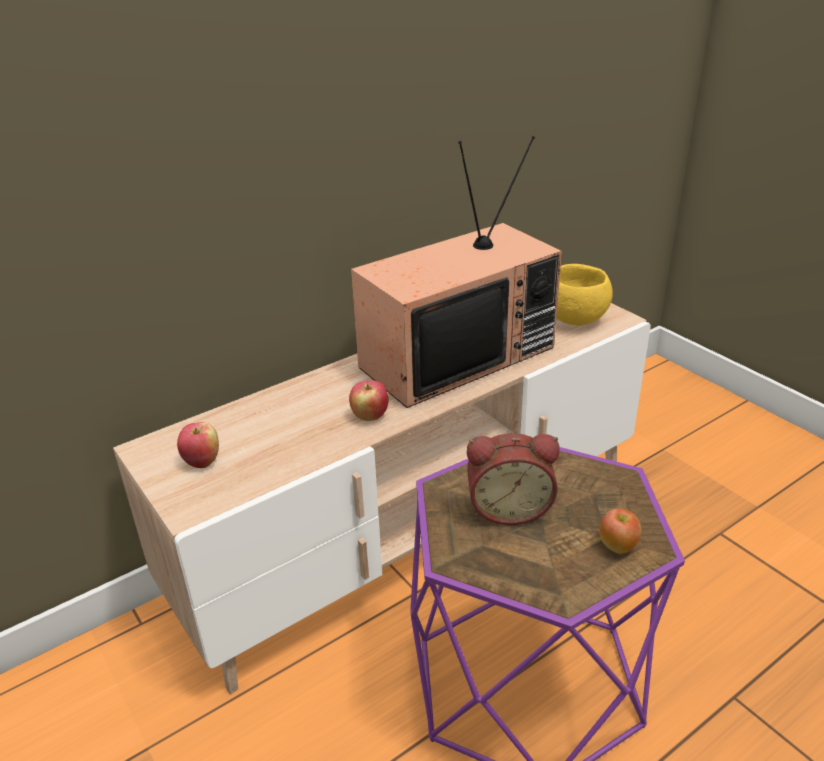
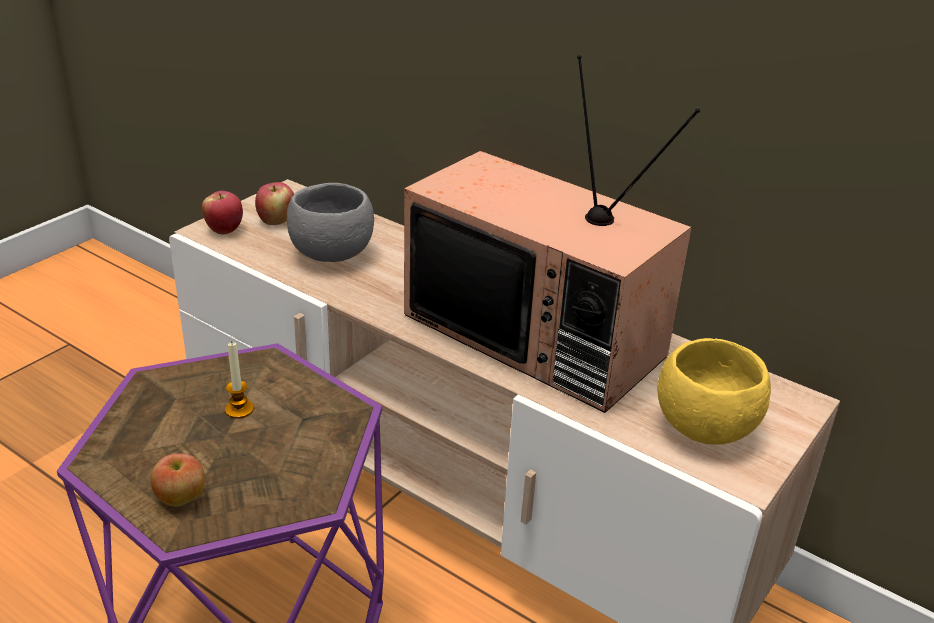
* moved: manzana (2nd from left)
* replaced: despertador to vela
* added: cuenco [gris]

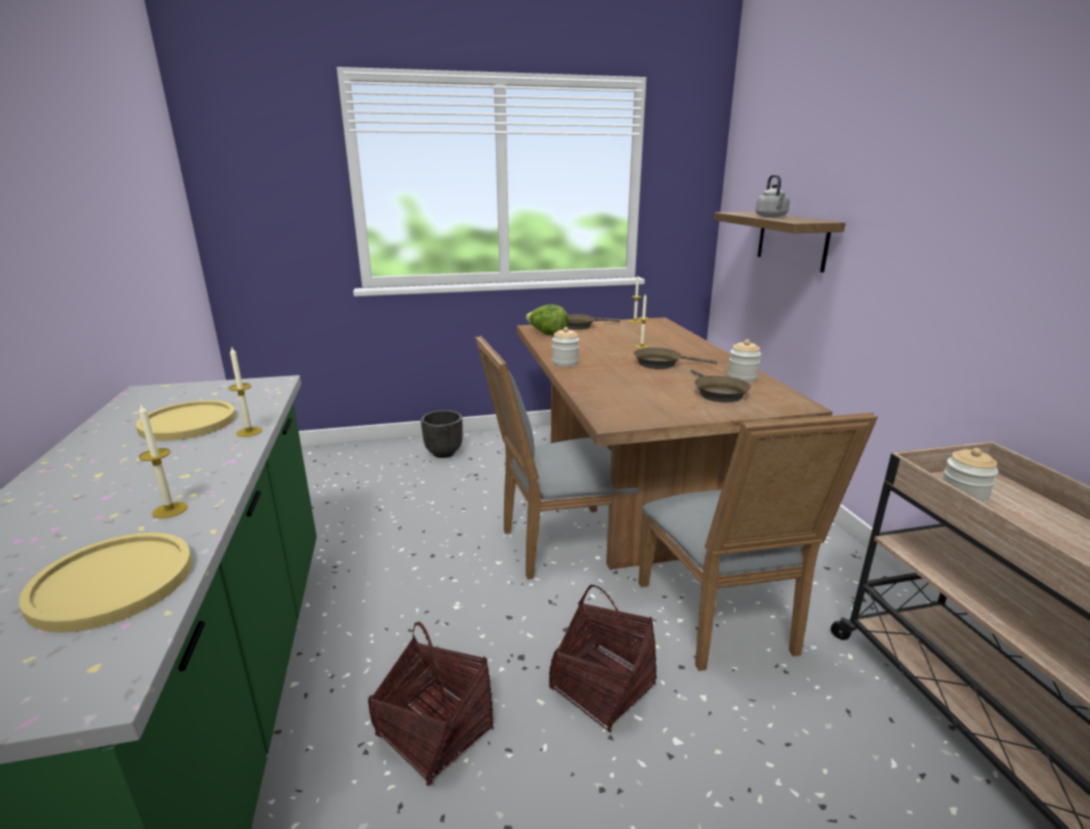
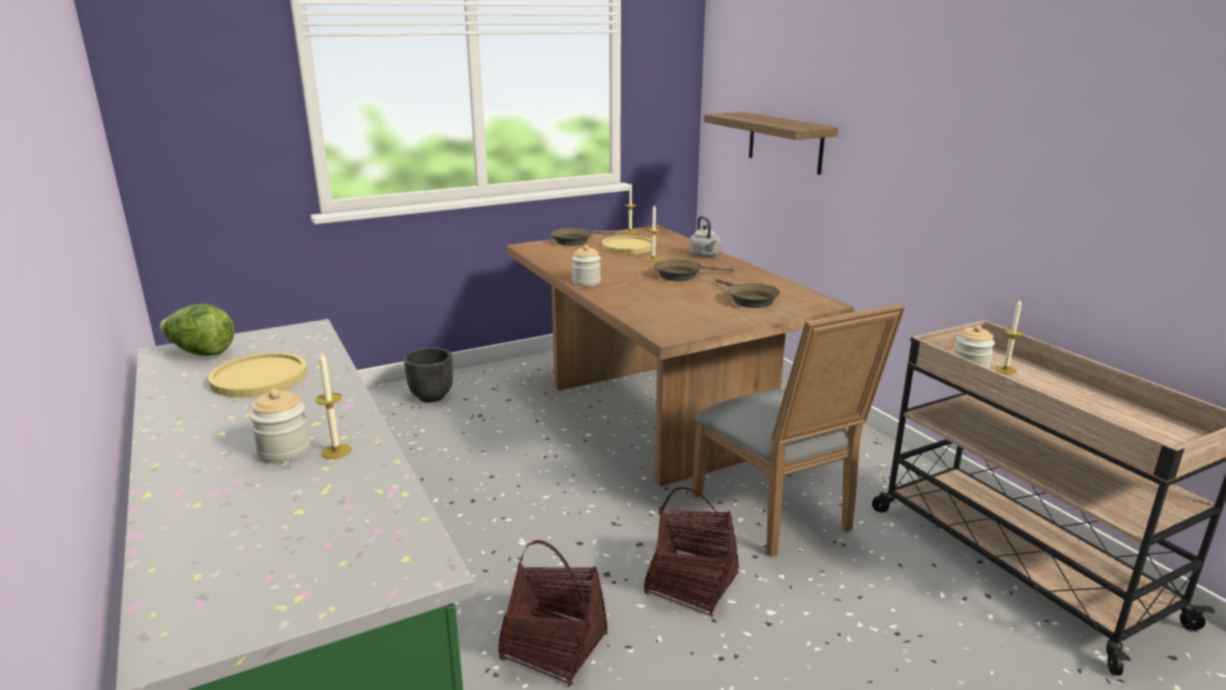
* moved: lechuga
* moved: tarro (2nd from left in the first image) to tarro (1st from left)
* moved: plato [amarillo] (1st from left in the first image) to plato [amarillo] (2nd from left)
* moved: hervidor [gris]
* moved: vela (2nd from left in the first image) to vela (4th from left)
* removed: silla [gris] (1st from left)

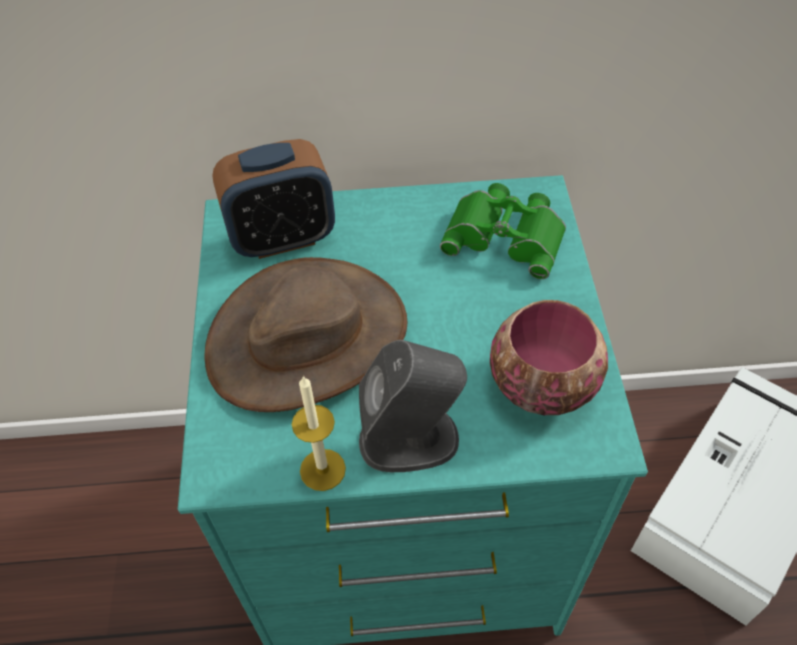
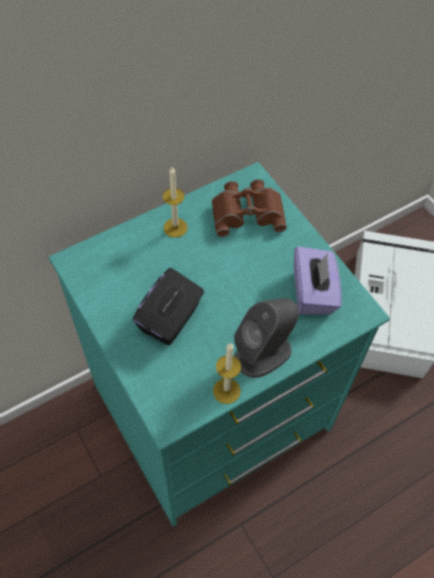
* replaced: sombrero [marrón] to caja de pañuelos [negro]
* added: vela (1st from left)
* recoloured: prismáticos [verde] to prismáticos [marrón]
* replaced: cuenco to caja de pañuelos [morado]
* removed: despertador

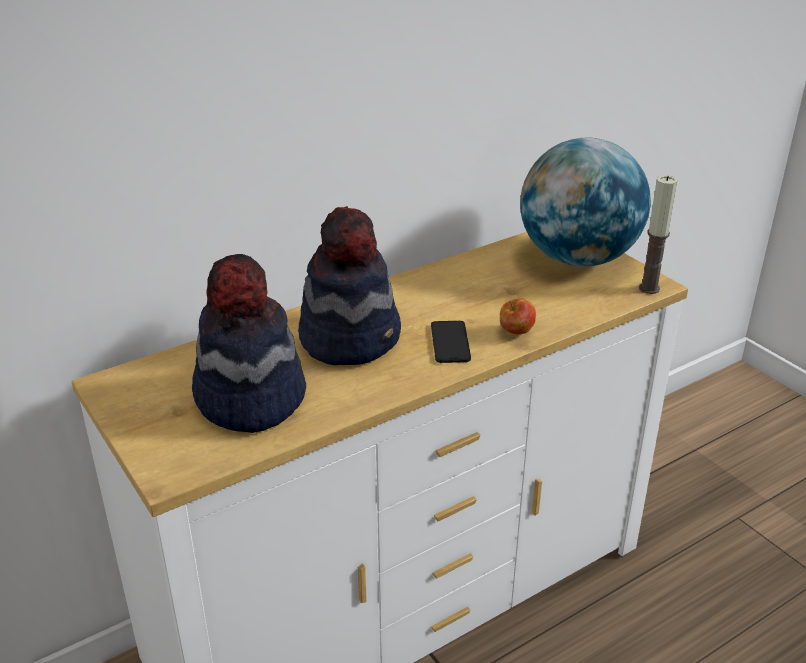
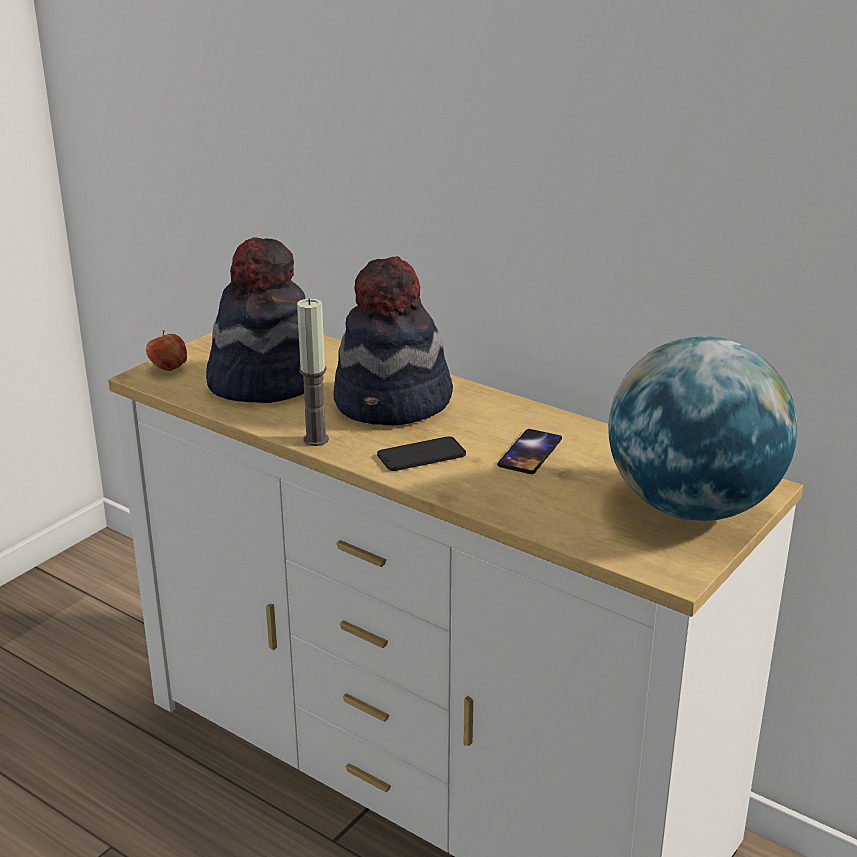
* moved: manzana
* moved: vela
* added: móvil (2nd from left)

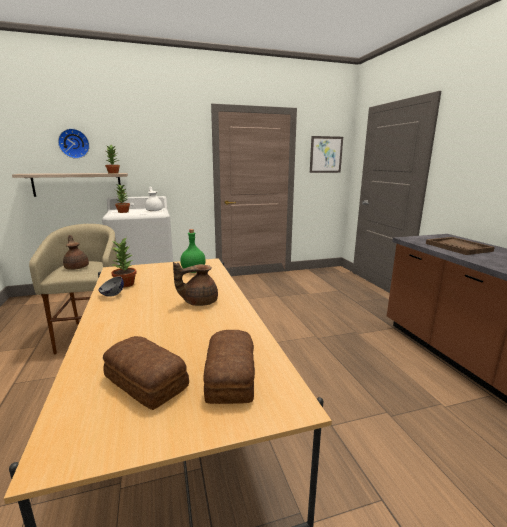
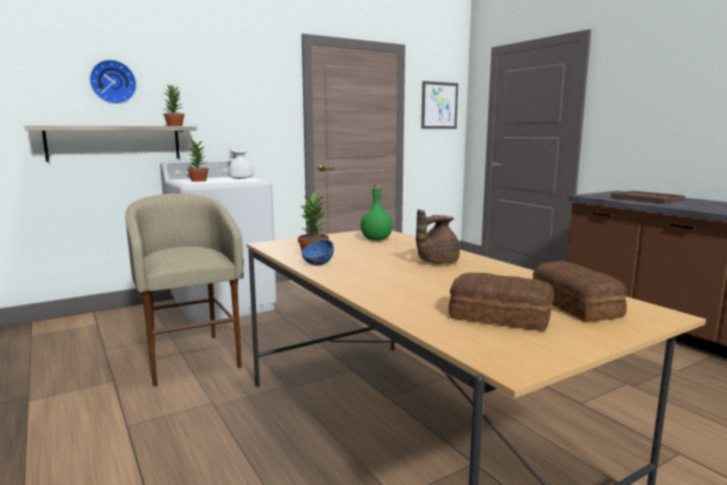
* recoloured: cuenco [gris] to cuenco [azul]
* removed: tetera [marrón] (1st from left)

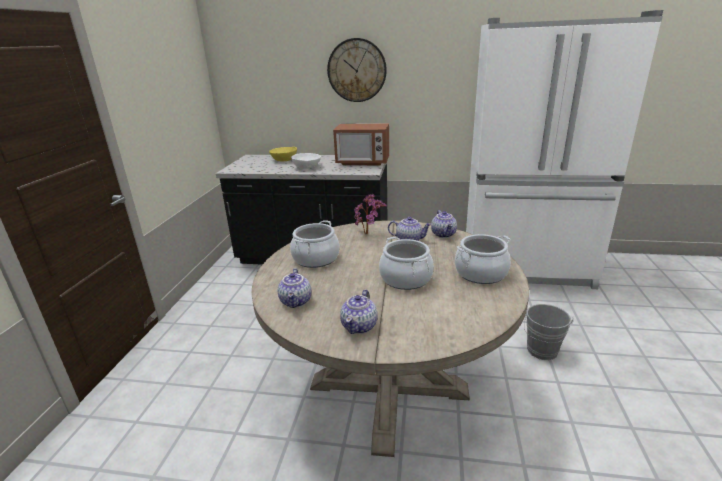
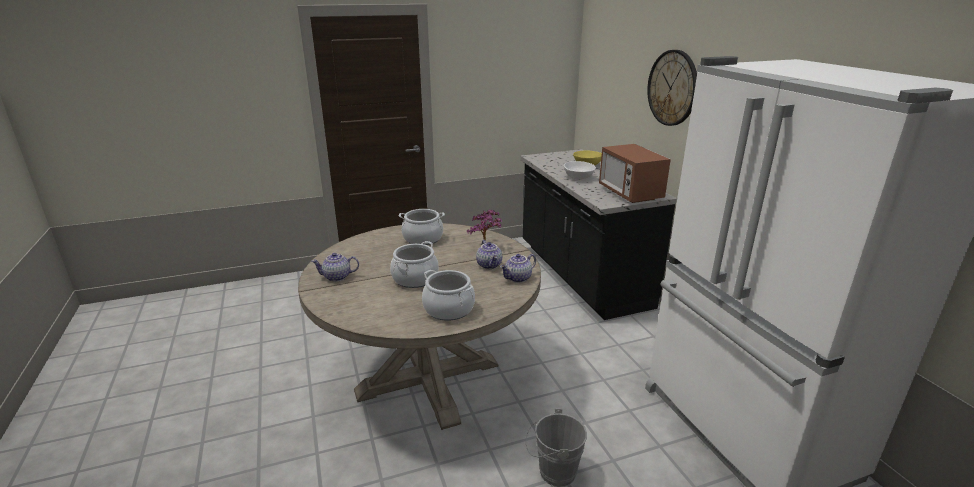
* removed: tetera (1st from left)

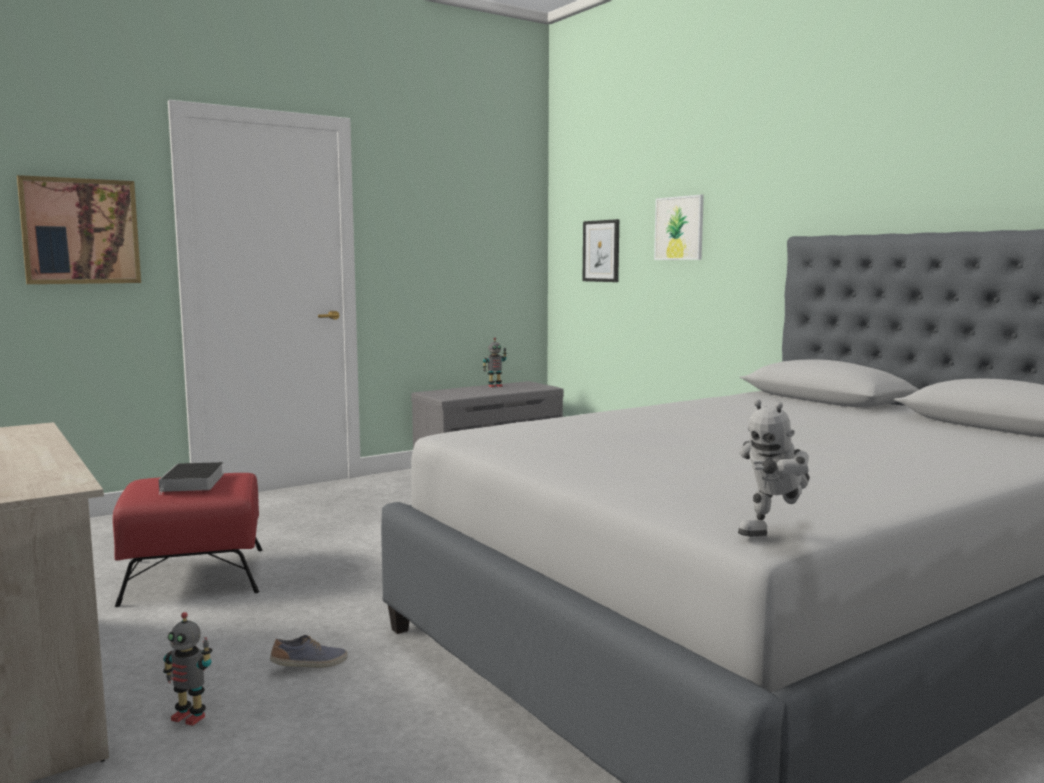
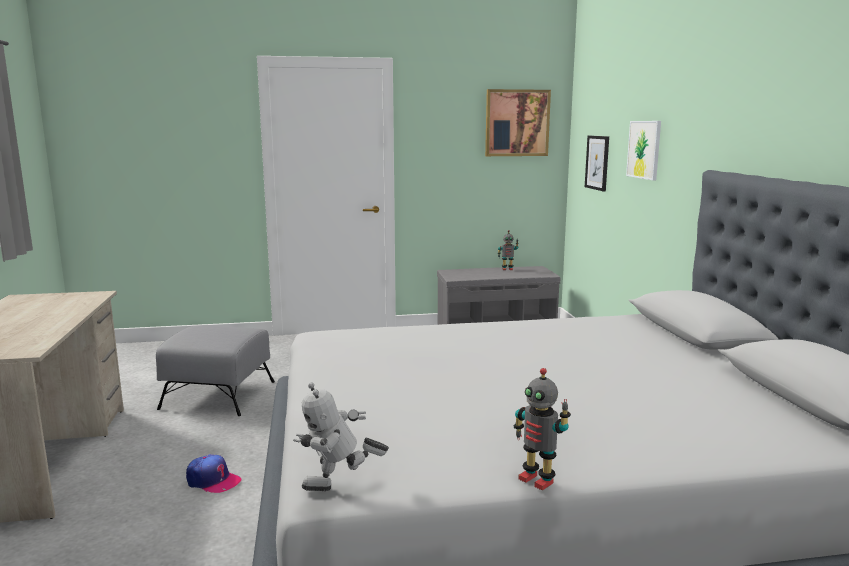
* recoloured: puf [rojo] to puf [gris]
* replaced: zapato to gorra
* moved: cuadro (1st from left)
* moved: robot de juguete (1st from left in the first image) to robot de juguete (3rd from left)
* removed: libro

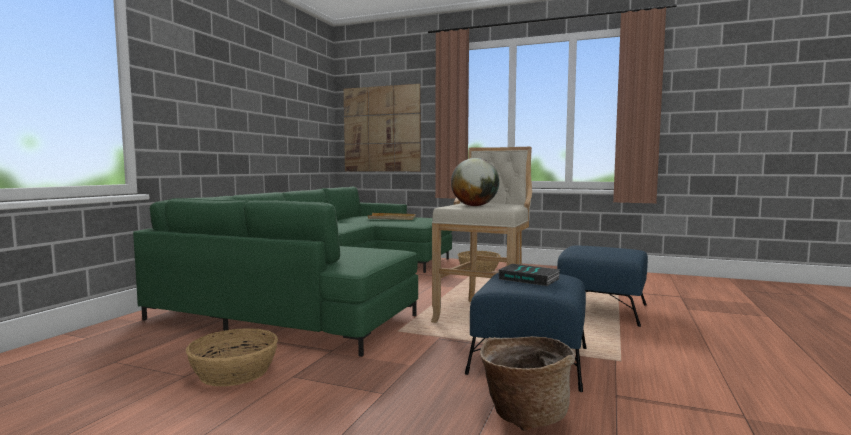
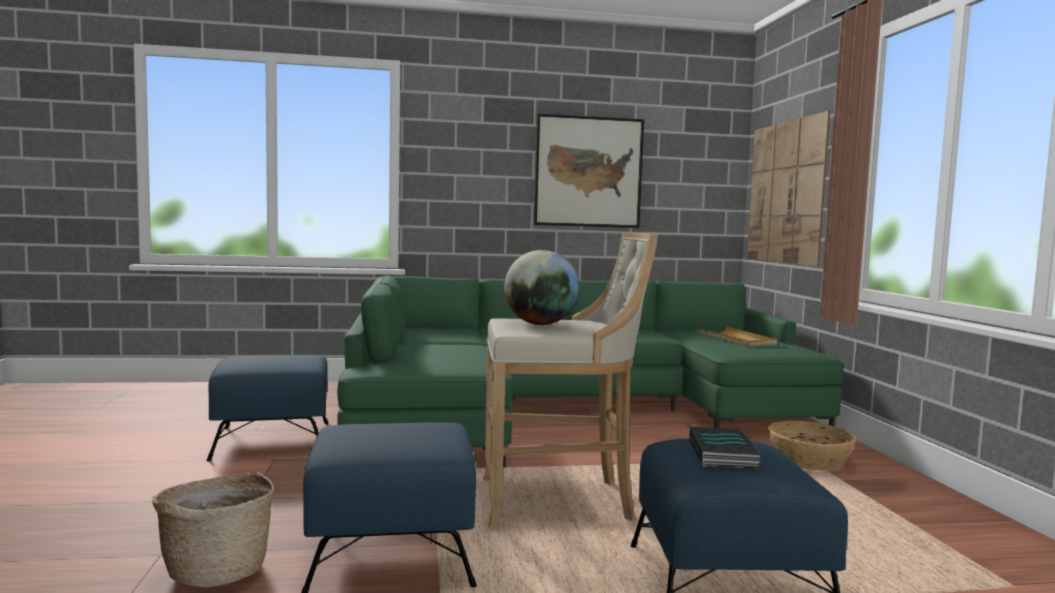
* replaced: cesta (1st from left) to puf [azul] (1st from left)
* added: cuadro (1st from left)
* moved: libro

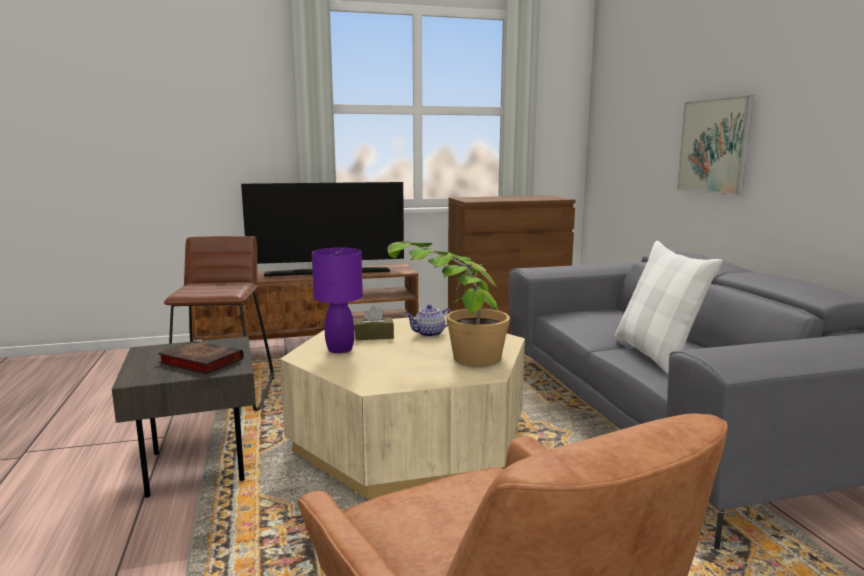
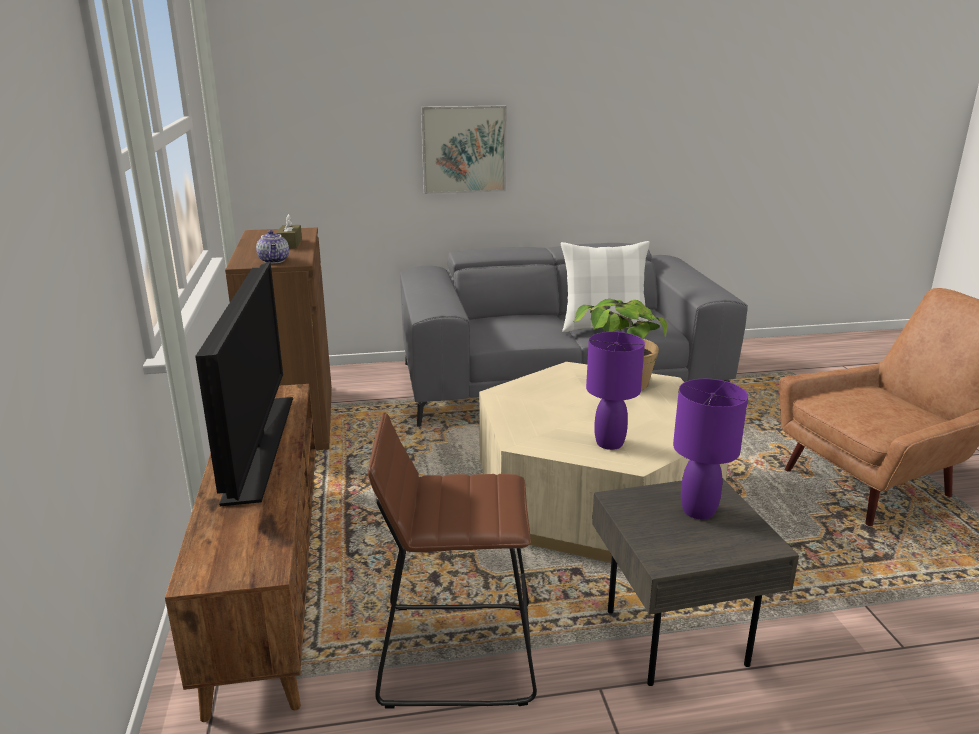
* moved: tetera
* moved: caja de pañuelos [marrón]
* replaced: libro to lámpara de mesa [morado] (2nd from left)

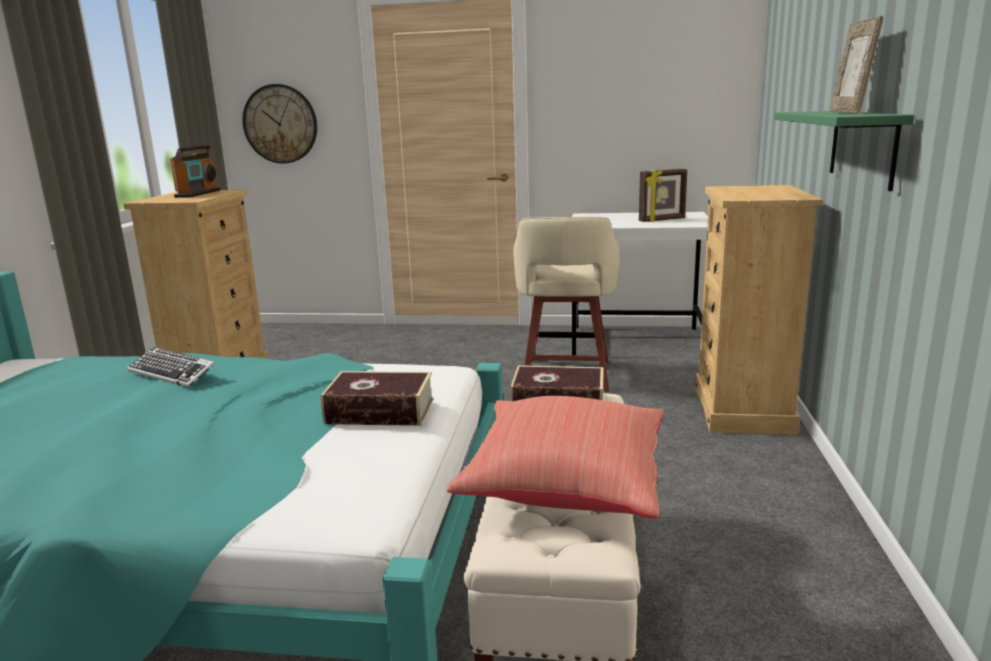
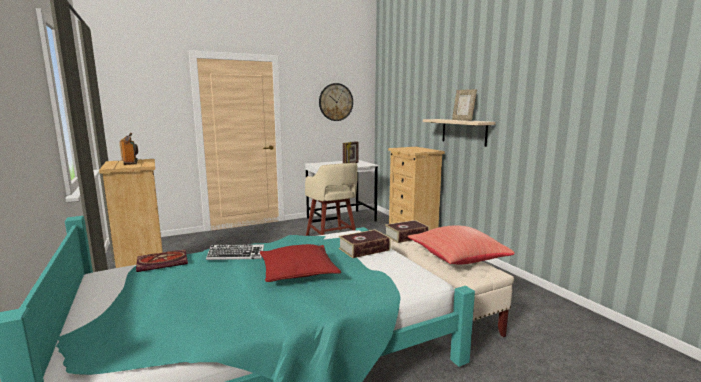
* added: libro (1st from left)
* added: cojín [rojo] (1st from left)
* moved: reloj de pared
* recoloured: estante [verde] to estante [beis]

